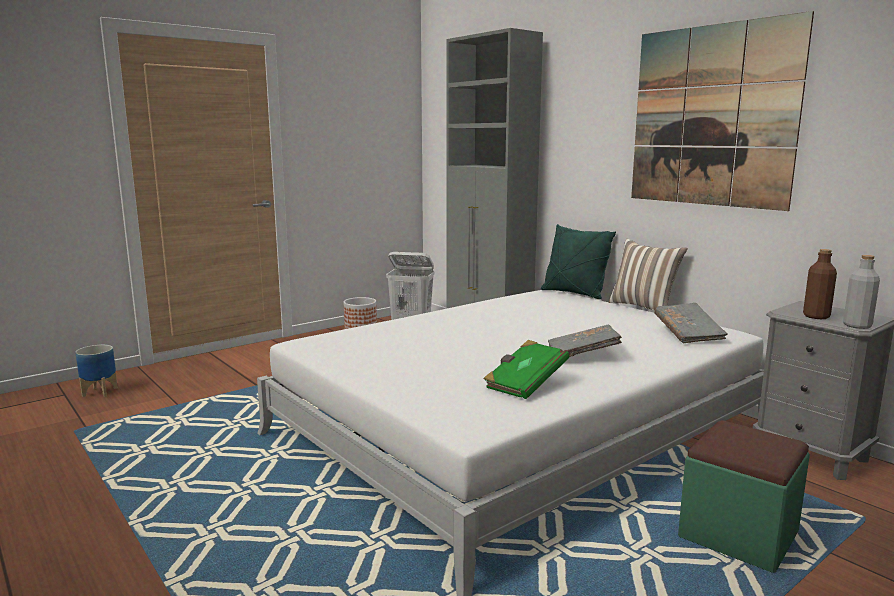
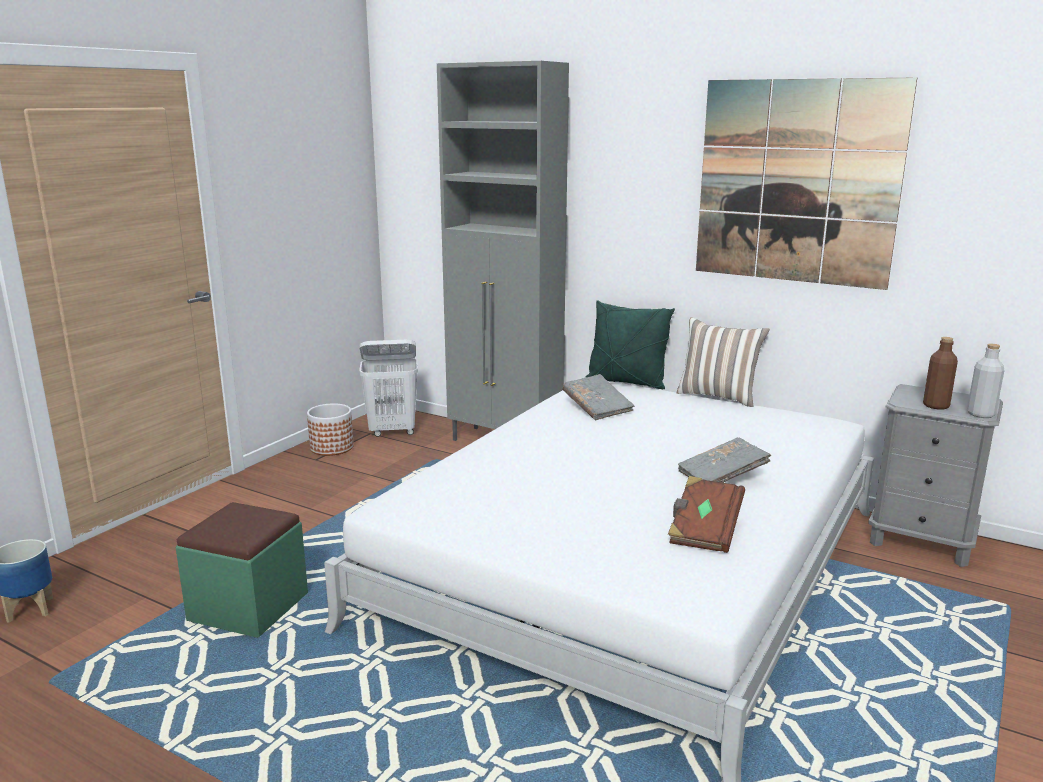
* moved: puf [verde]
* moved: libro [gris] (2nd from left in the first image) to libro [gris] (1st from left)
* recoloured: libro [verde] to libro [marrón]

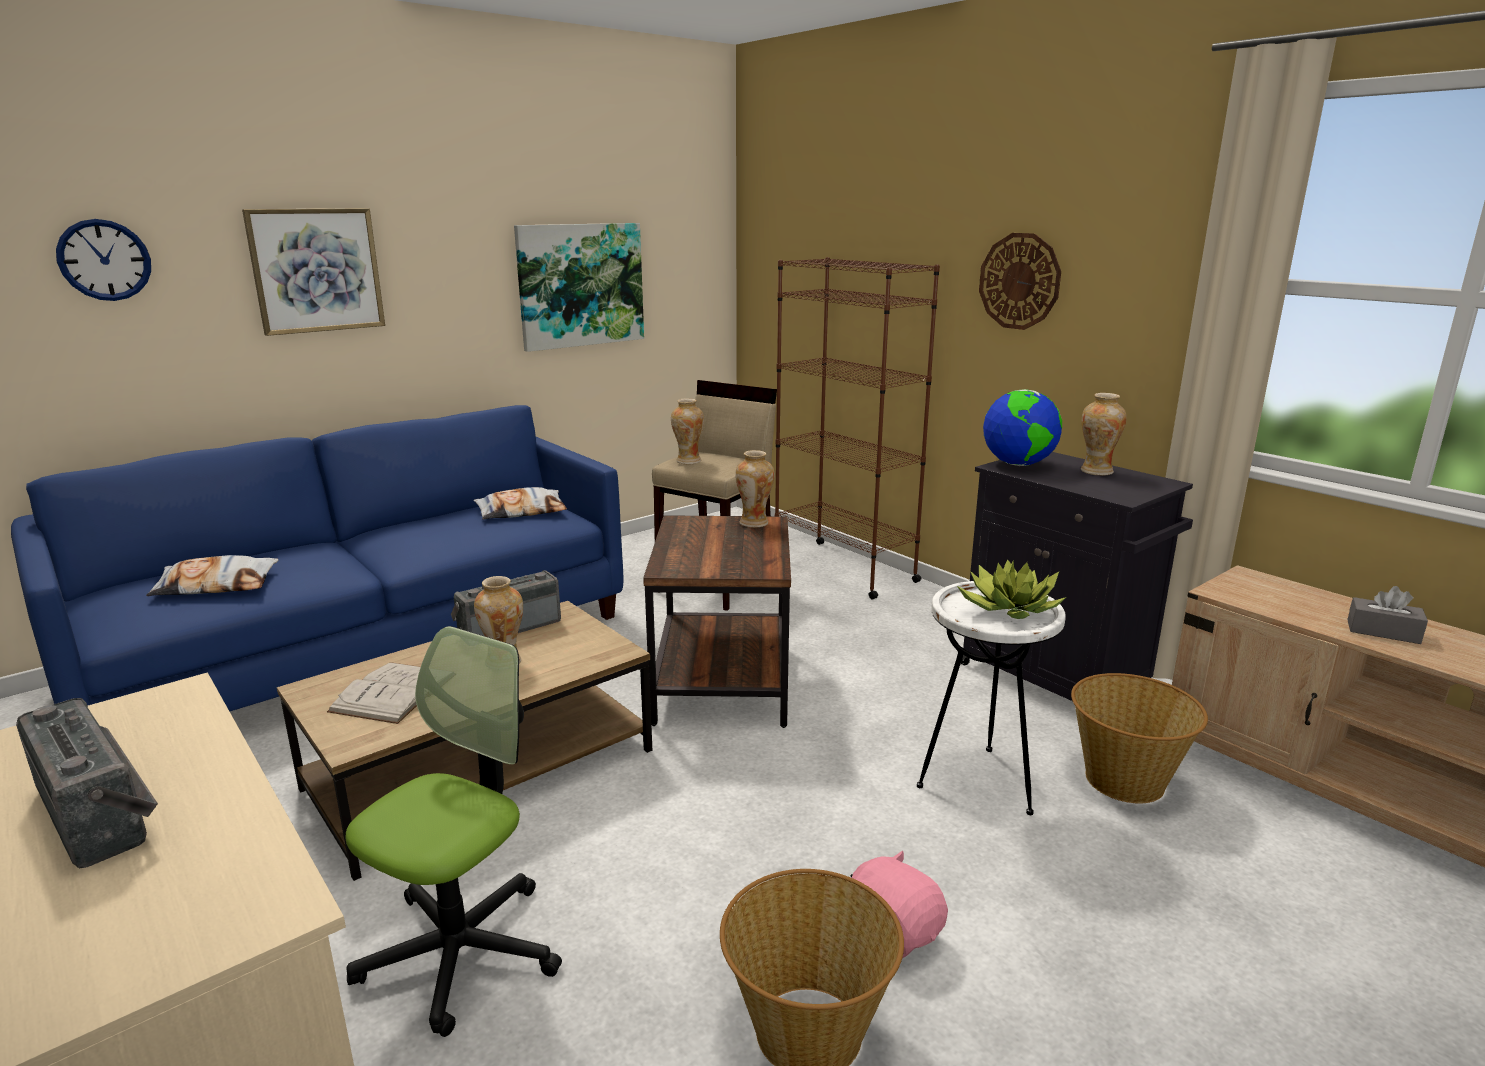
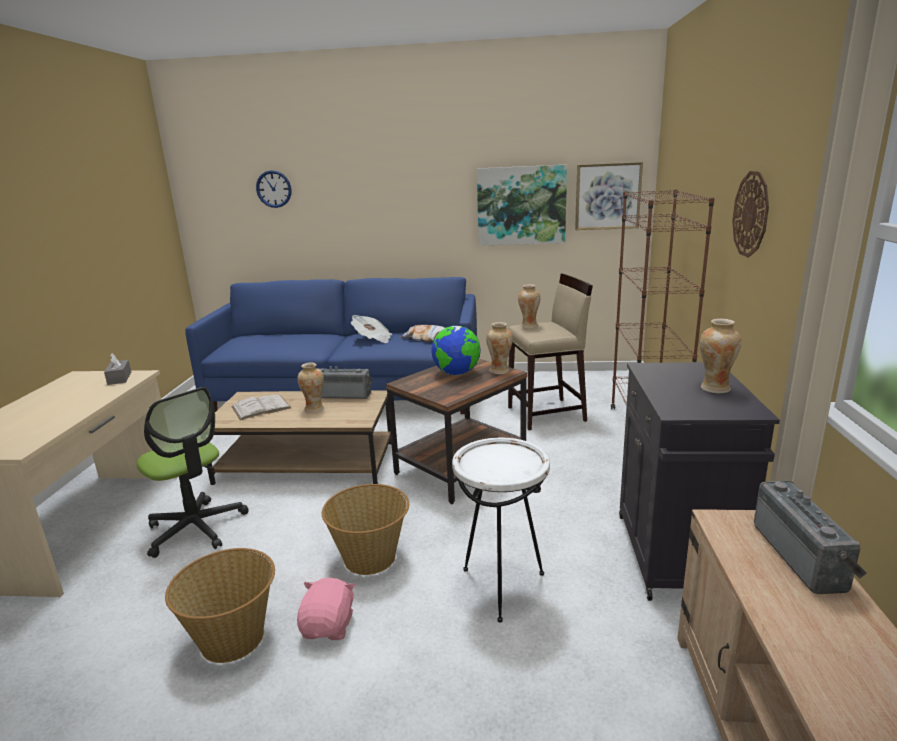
* moved: caja de pañuelos [gris]
* turned: silla de oficina 60 degrees clockwise
* moved: cesta (2nd from left)
* added: periódico
* moved: globo terráqueo
* moved: cuadro (1st from left in the first image) to cuadro (2nd from left)
* moved: radio (1st from left in the first image) to radio (2nd from left)
* removed: cojín (1st from left)
* removed: planta en maceta

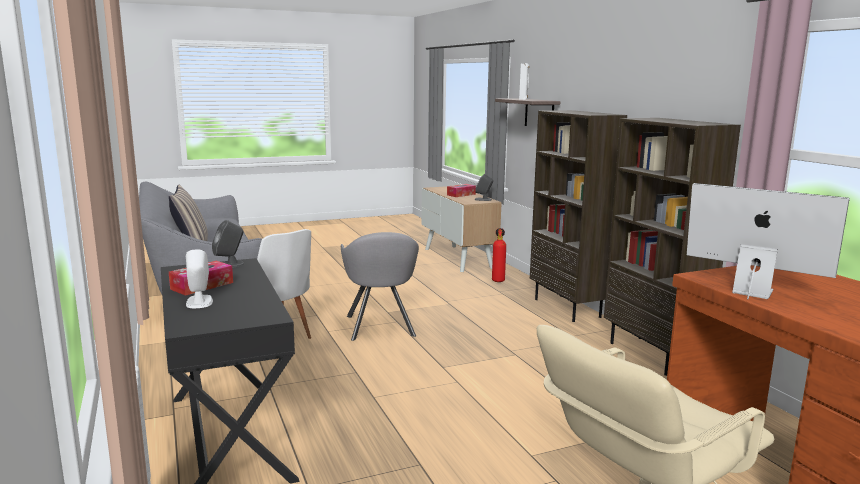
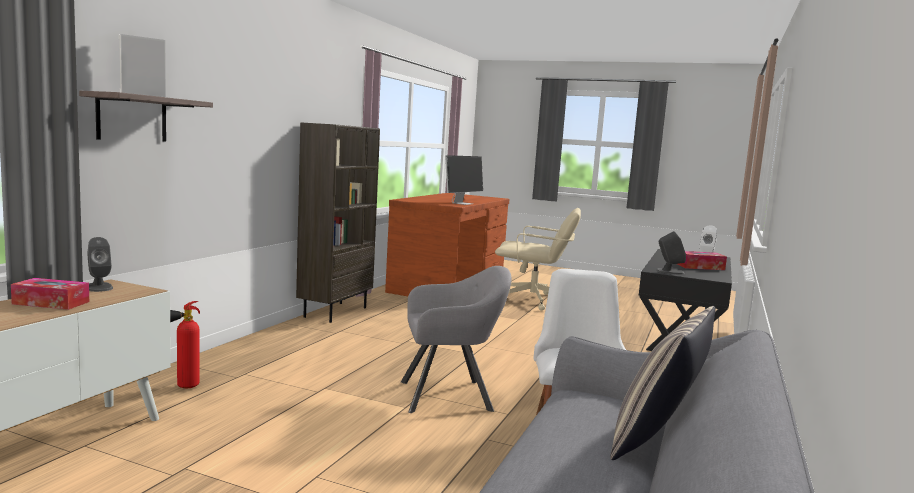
* turned: sillón [gris] 45 degrees clockwise
* turned: monitor 135 degrees counterclockwise
* removed: estantería [marrón] (1st from left)

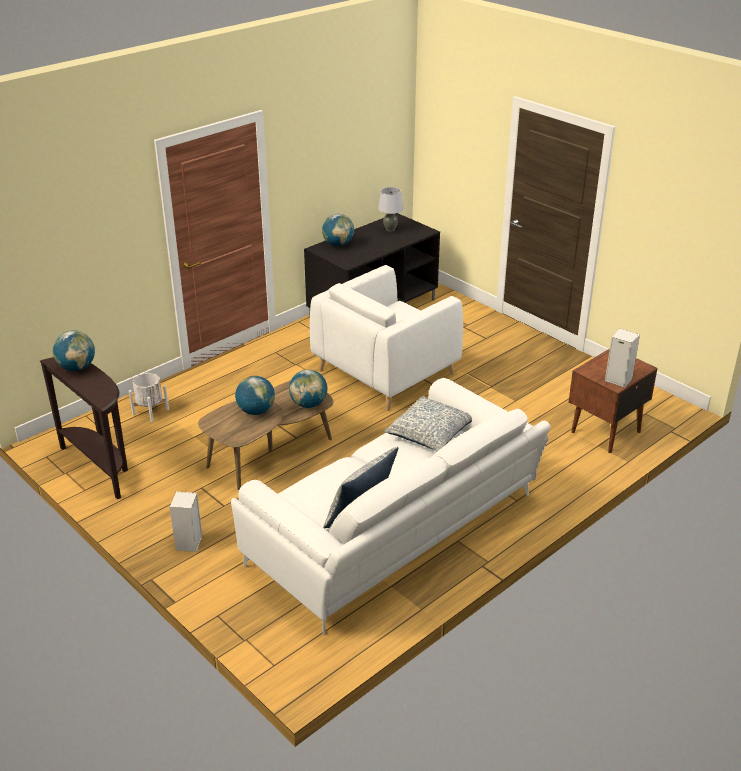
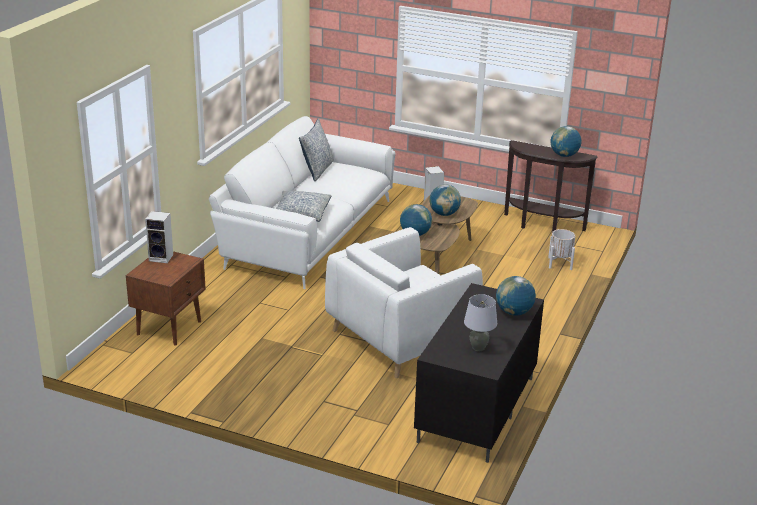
* turned: sillón [blanco] 150 degrees counterclockwise

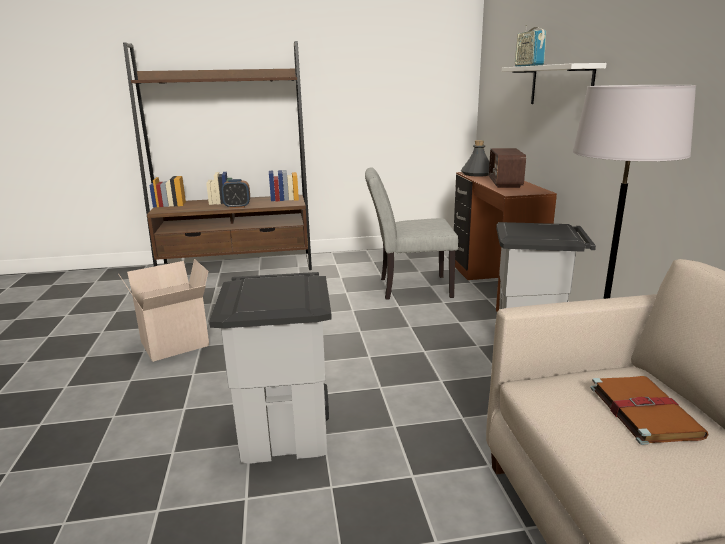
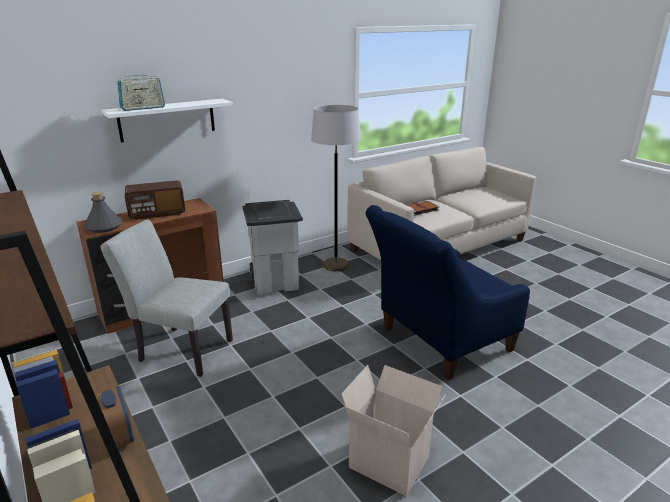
* turned: silla [gris] 135 degrees clockwise
* replaced: papelera [gris] (1st from left) to sillón [azul]

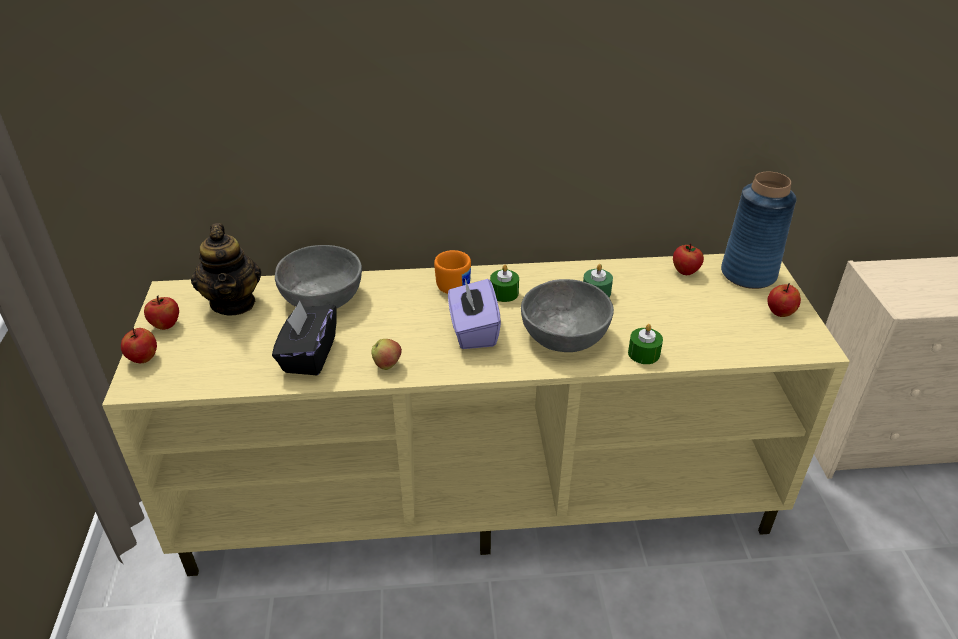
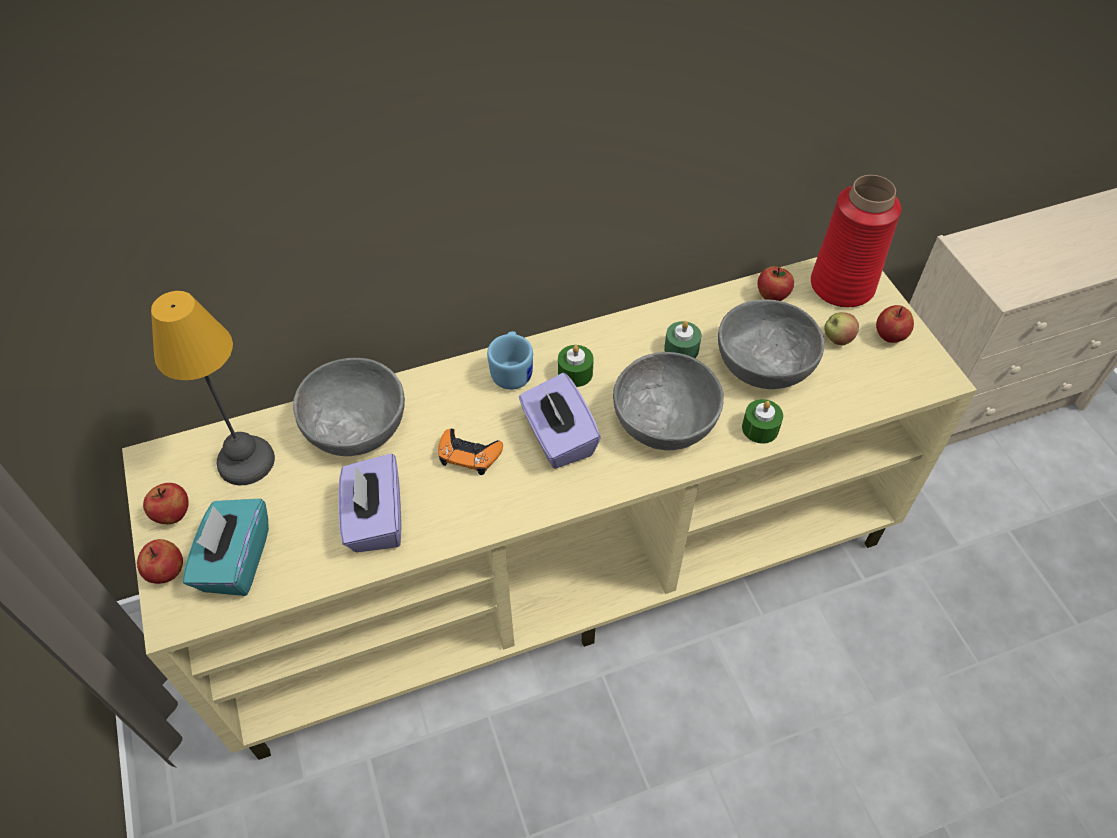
* replaced: tetera to lámpara de mesa
* added: caja de pañuelos [turquesa]
* recoloured: caja de pañuelos [negro] to caja de pañuelos [morado] (1st from left)
* added: mando de consola [naranja]
* recoloured: taza grande [naranja] to taza grande [azul]
* added: cuenco [gris] (3rd from left)
* recoloured: florero [azul] to florero [rojo]
* moved: manzana (3rd from left in the first image) to manzana (4th from left)

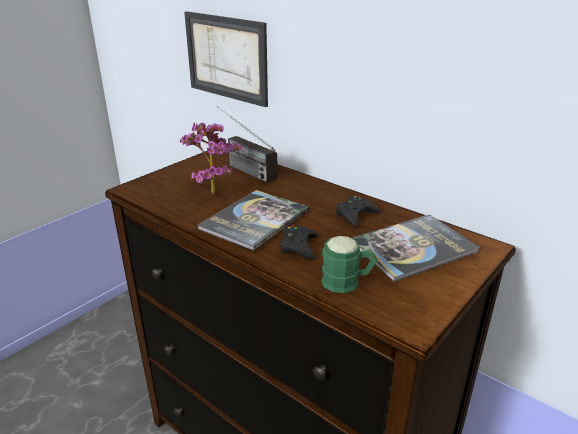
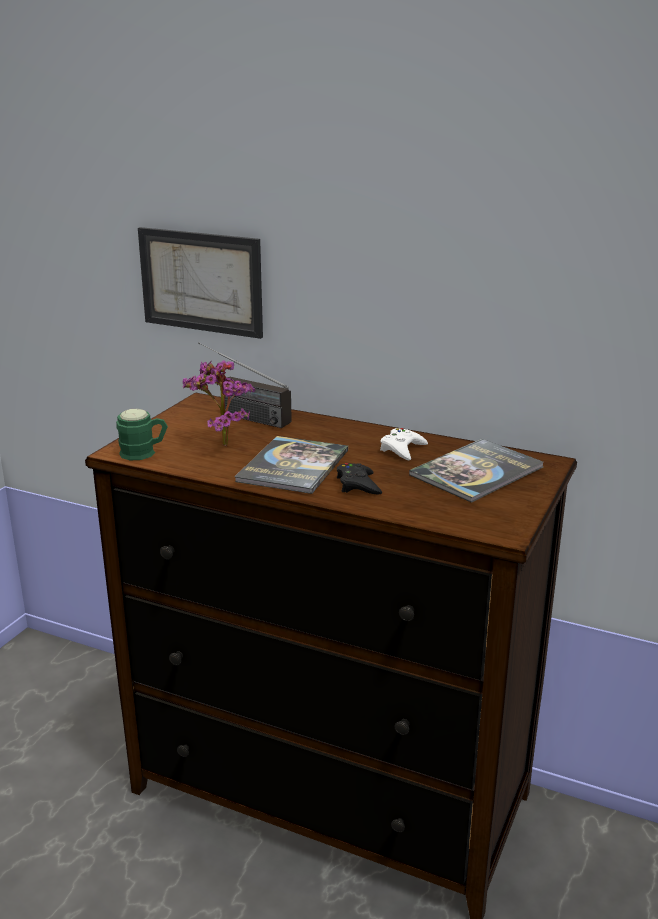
* moved: taza grande [verde]
* recoloured: mando de consola [negro] (2nd from left) to mando de consola [blanco]

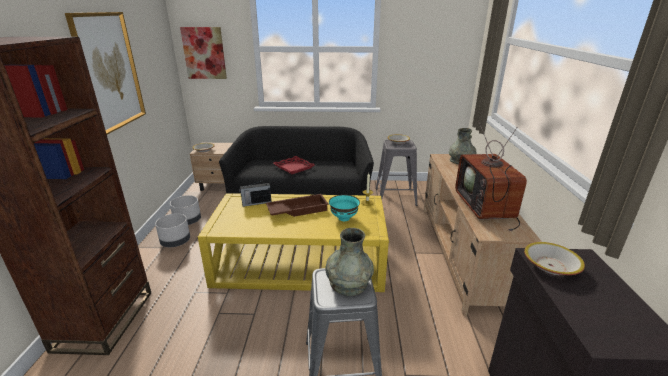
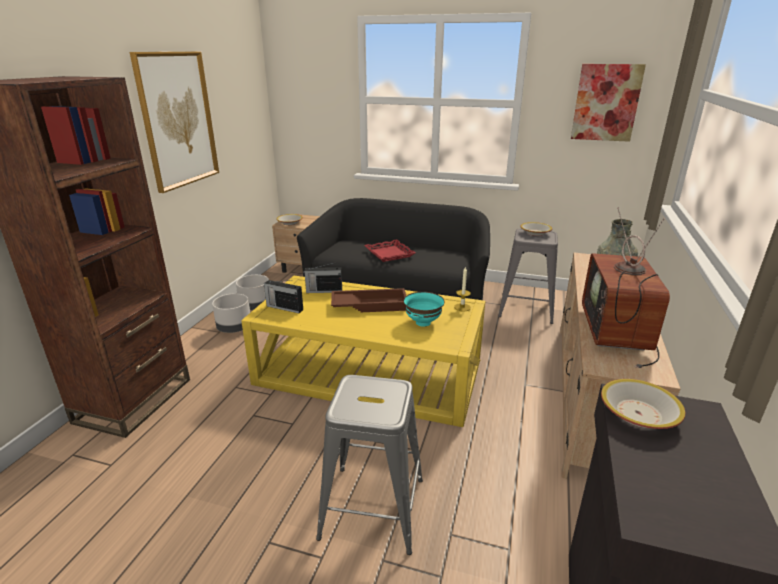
* added: radio (1st from left)
* moved: cuadro (2nd from left)
* removed: florero [gris] (1st from left)

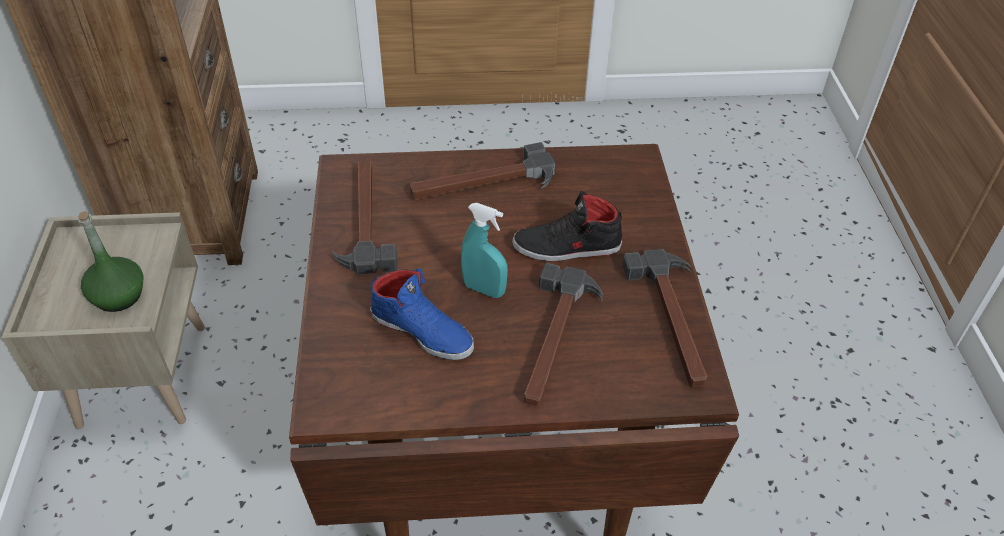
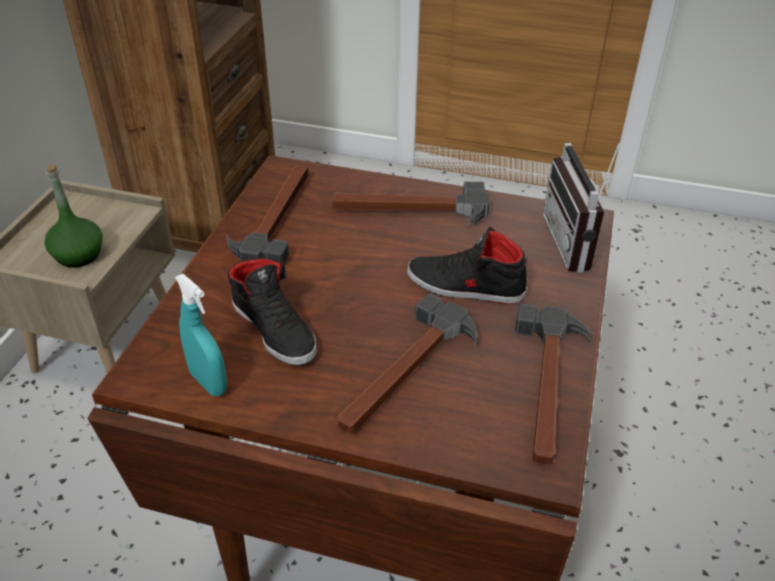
* moved: pulverizador [turquesa]
* recoloured: zapato [azul] to zapato [negro] (1st from left)
* added: radio

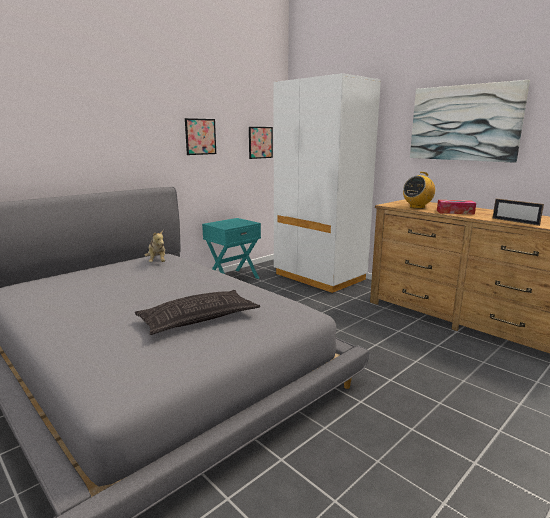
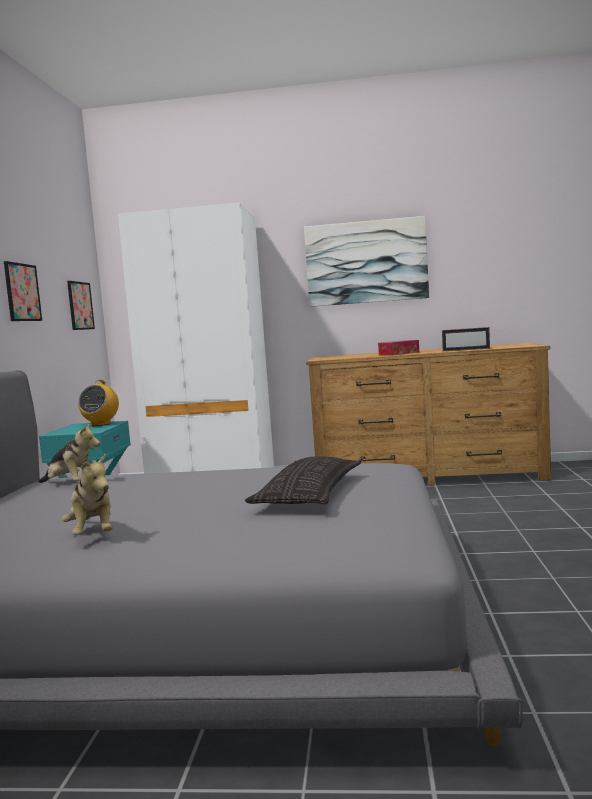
* added: peluche (2nd from left)
* moved: radio

